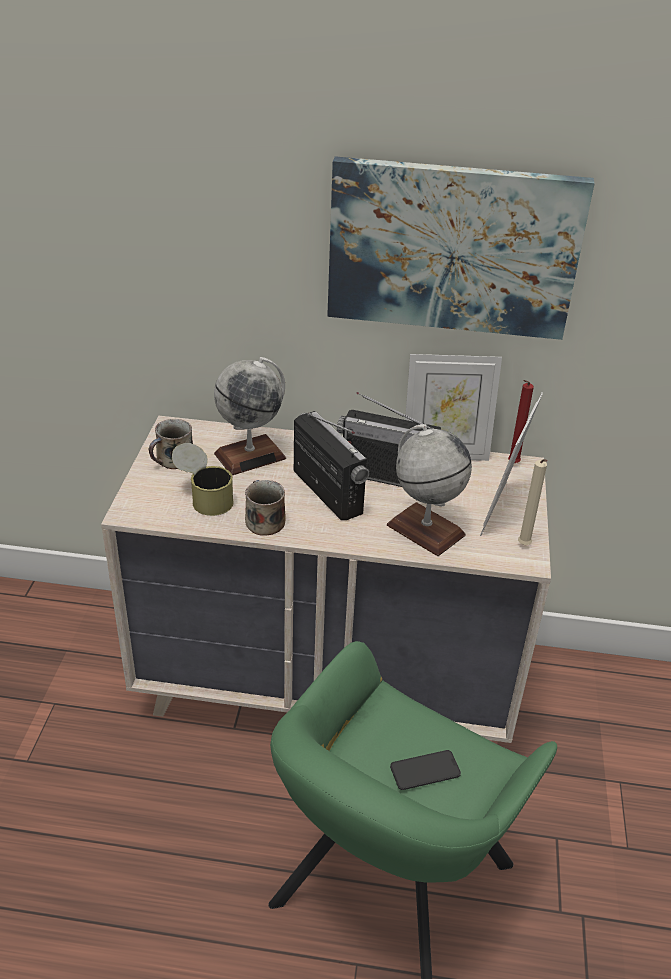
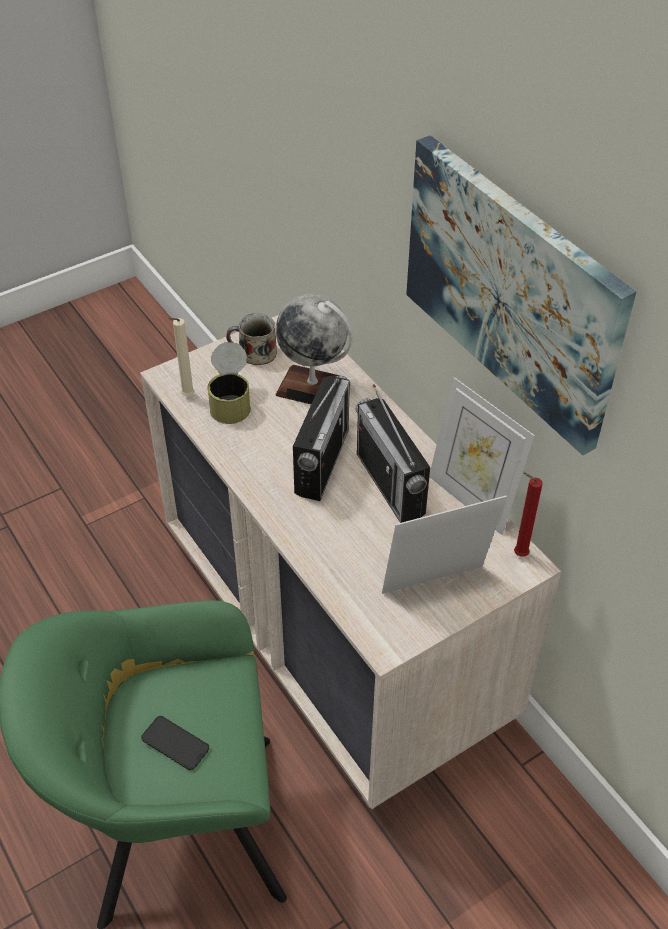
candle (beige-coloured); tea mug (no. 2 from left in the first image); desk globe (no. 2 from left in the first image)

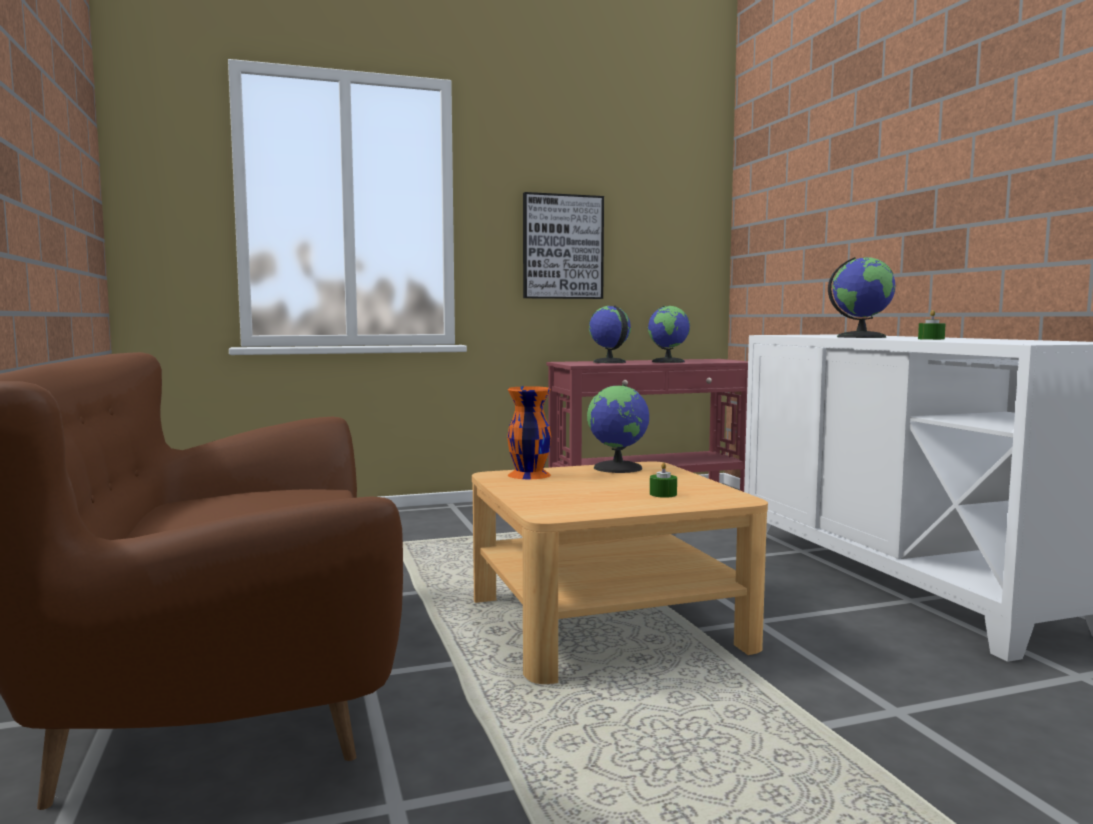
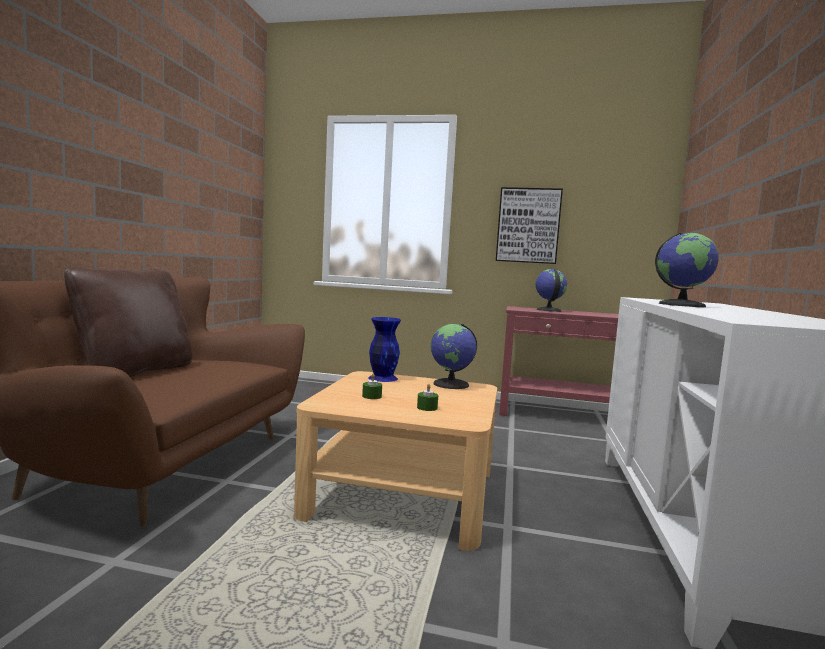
throw pillow (brown-coloured); candle (green) (no. 1 from left); vase (blue-coloured); desk globe (no. 3 from left in the first image)

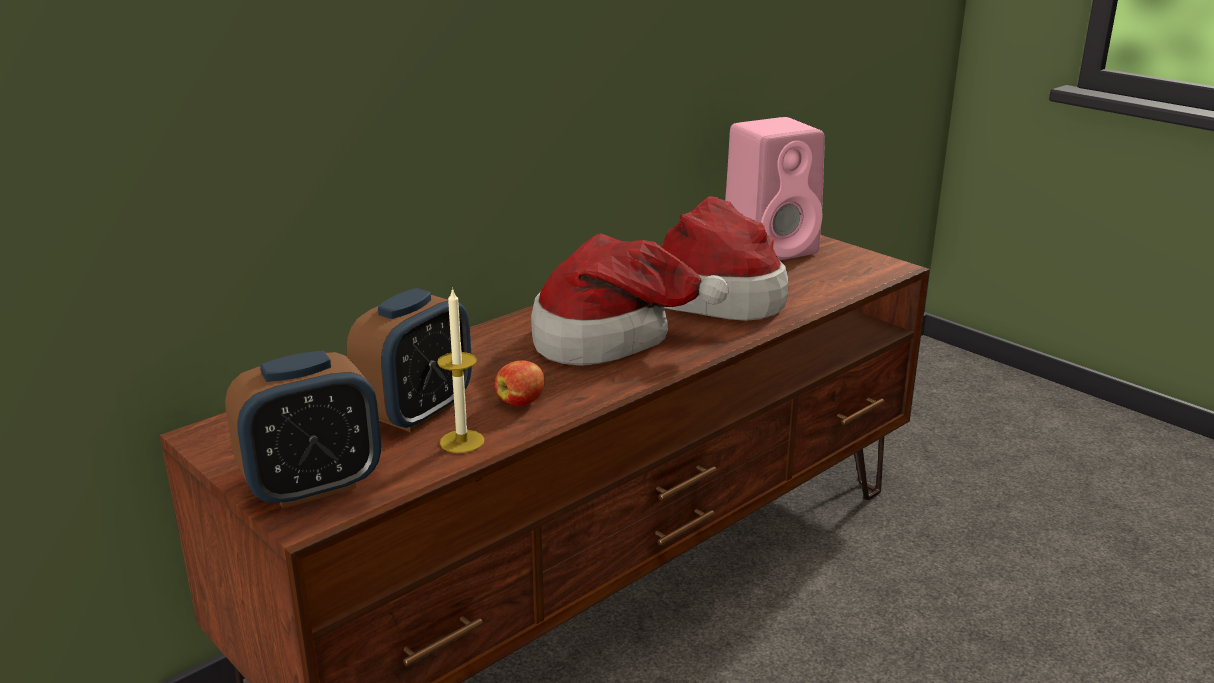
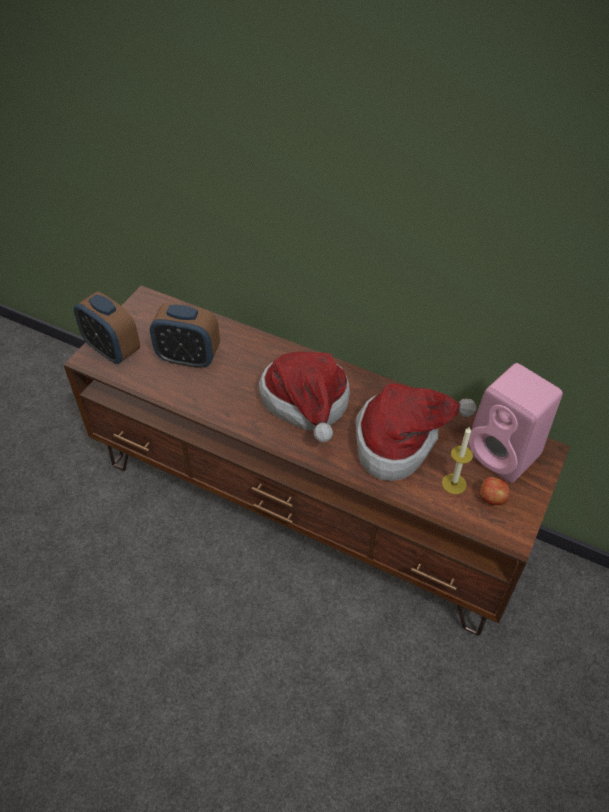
candle; whole apple

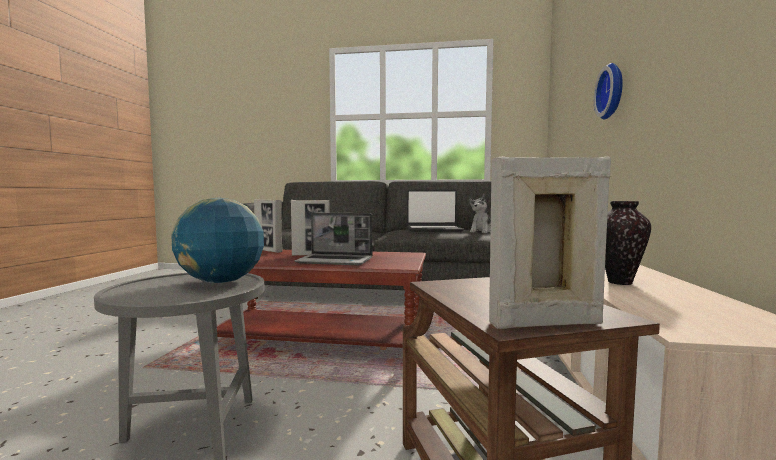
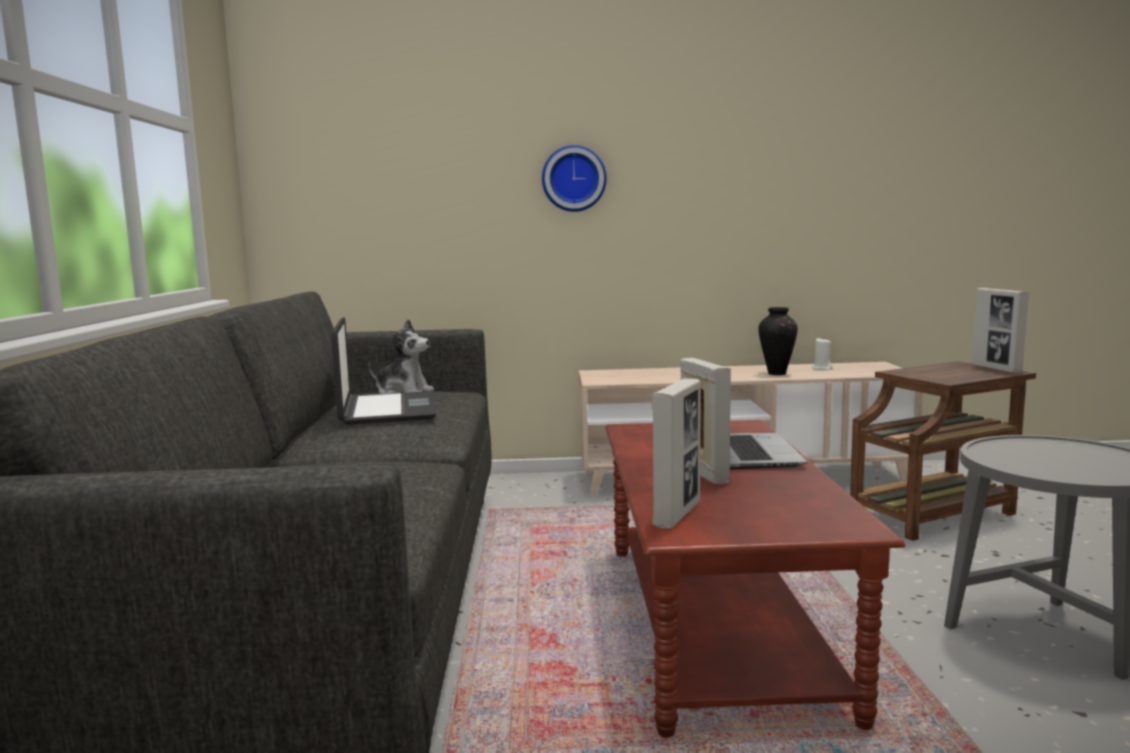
candle (white); desk globe

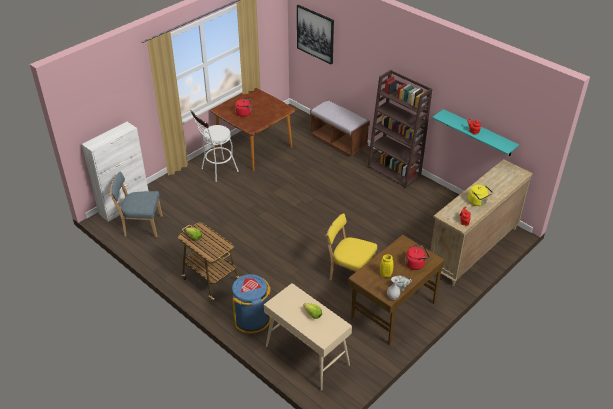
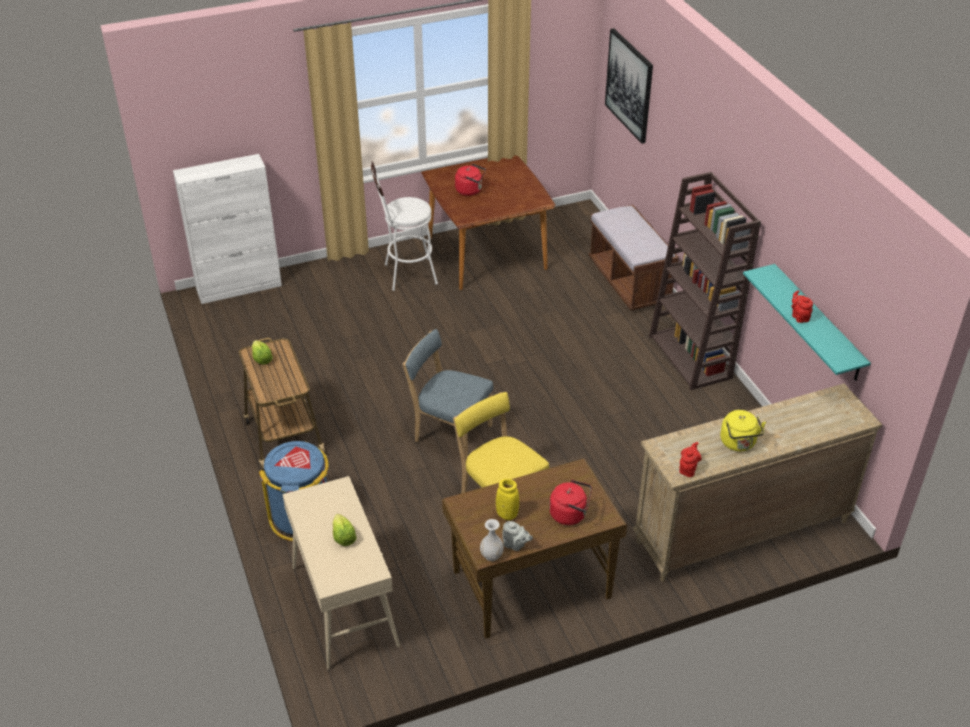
plain chair (blue-coloured)

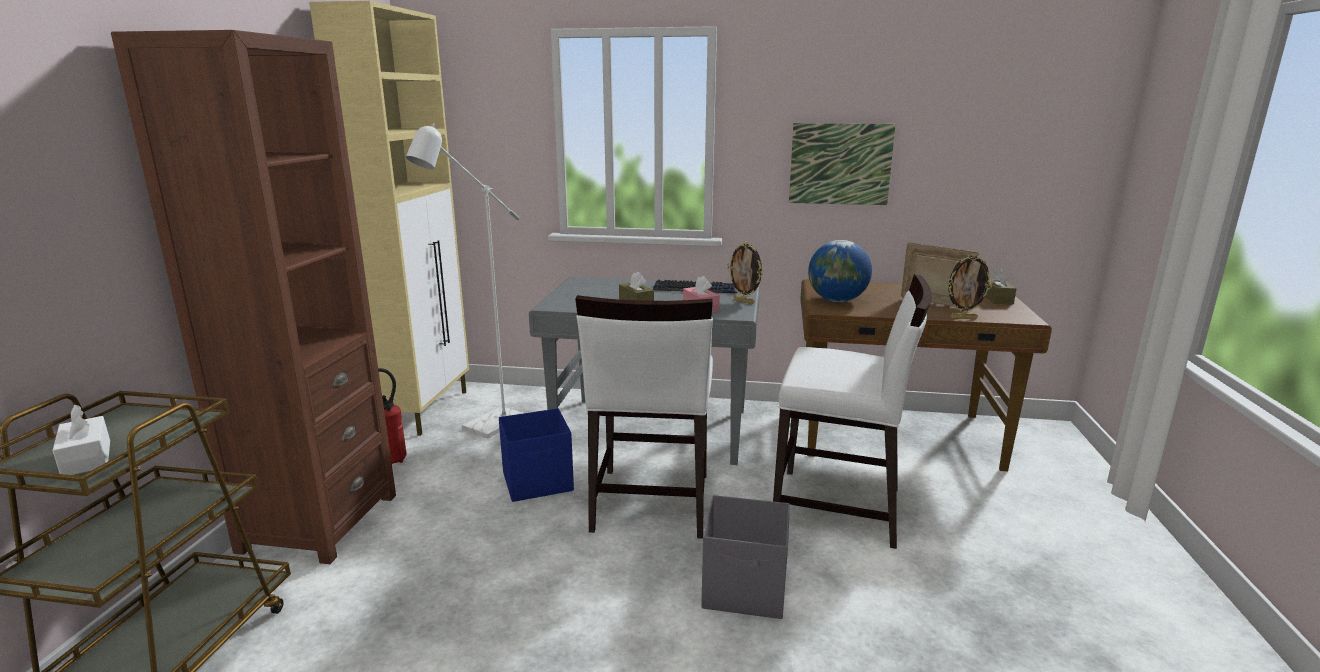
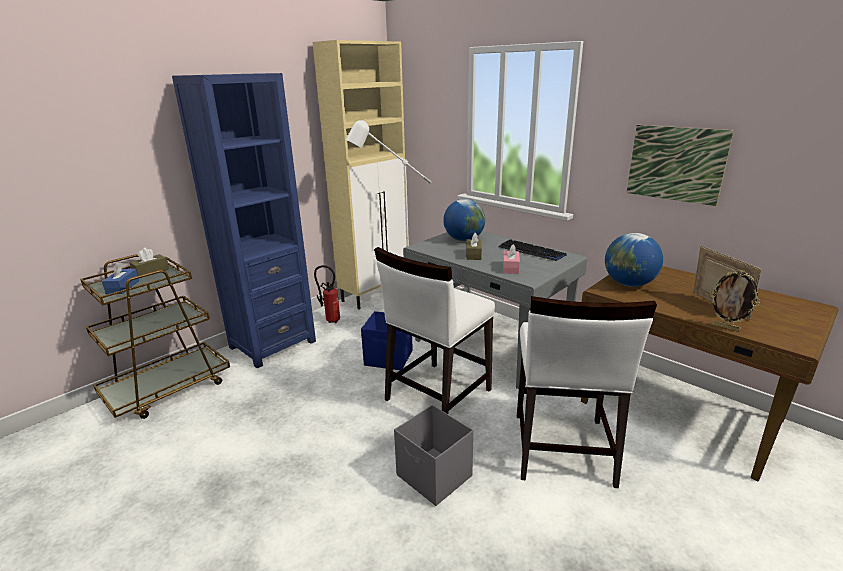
tissue holder (blue-coloured); tissue holder (brown-coloured) (no. 1 from left); shelving unit (blue-coloured); desk globe (no. 1 from left); plain chair (white) (no. 2 from left); photo frame (no. 1 from left in the first image)

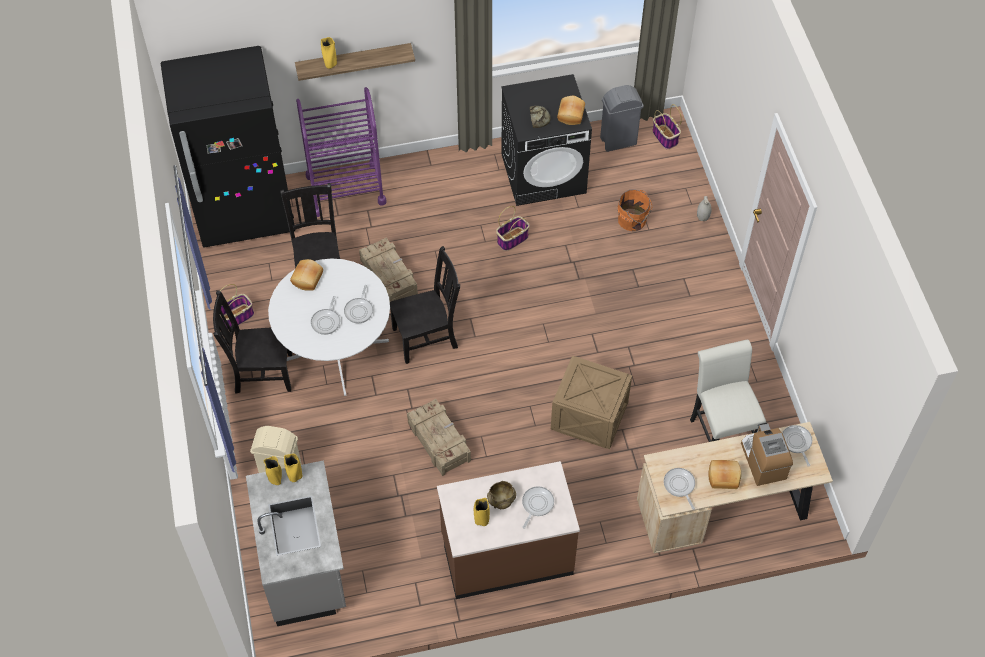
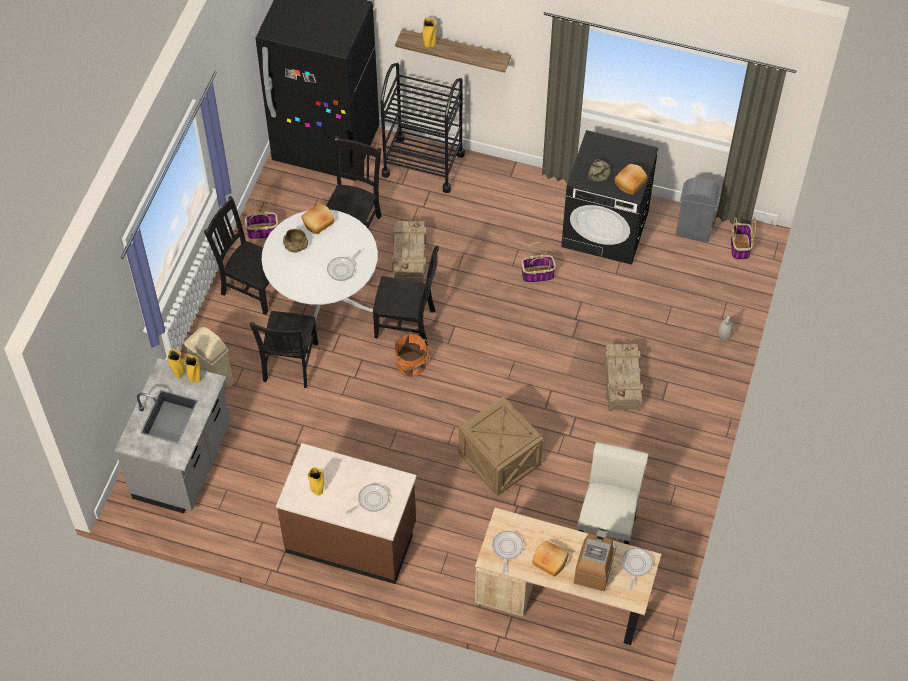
plain chair (blackish) (no. 2 from left); deep dish (beige-coloured); cart (blackish); water bucket (orange-coloured); crate (no. 3 from left); pan (no. 1 from left in the first image)

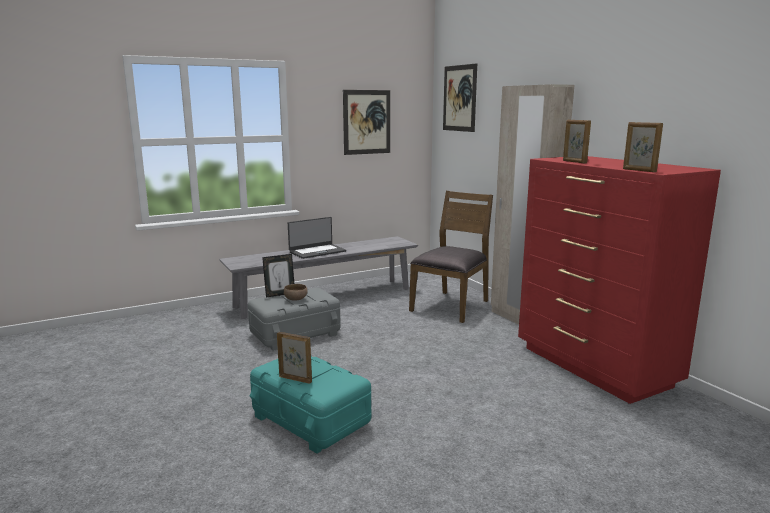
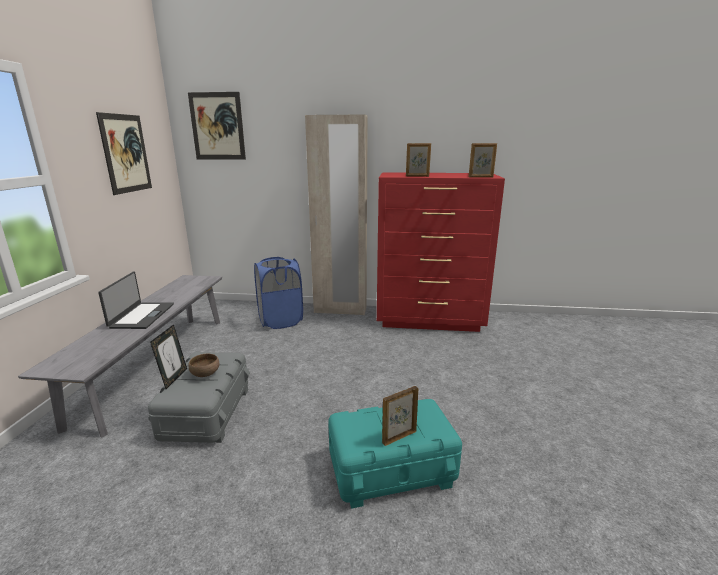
laundry basket (blue-coloured)

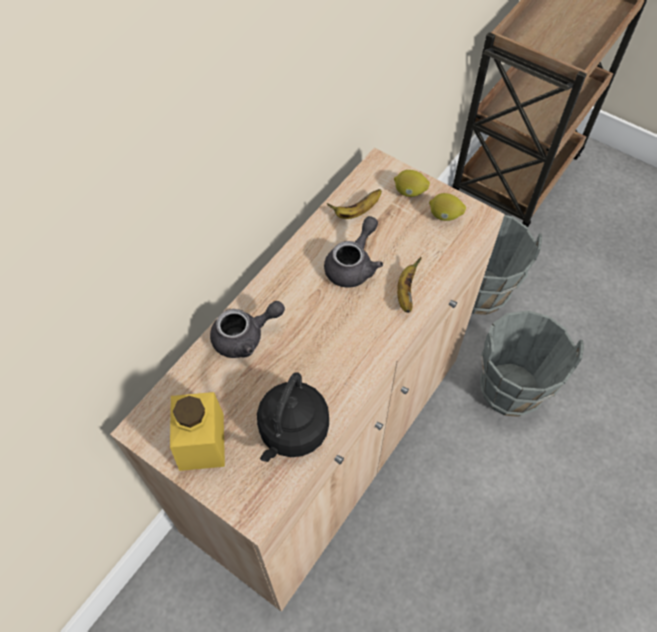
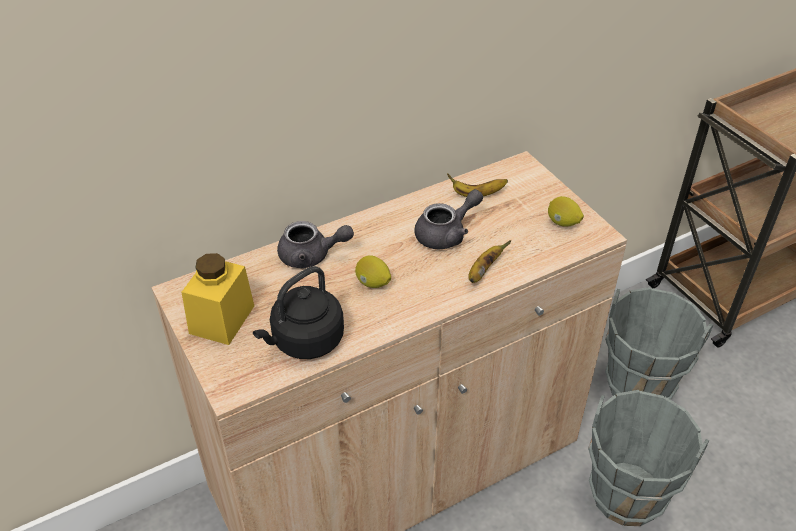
citrus fruit (no. 1 from left)

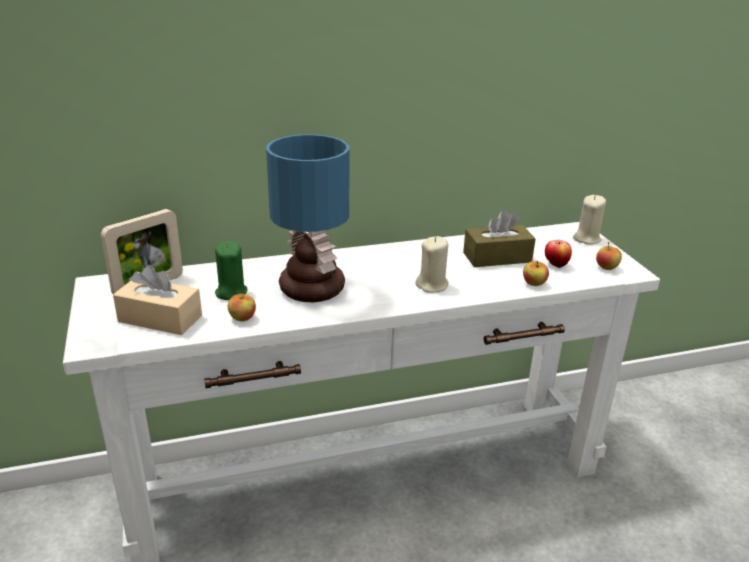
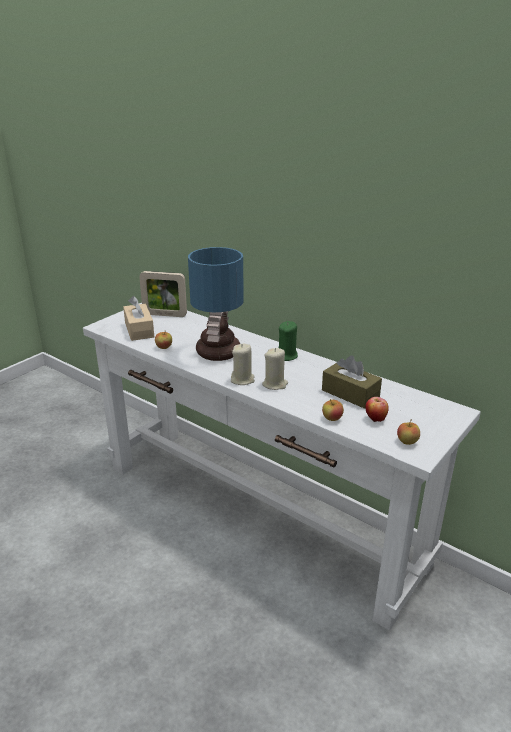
candle (beige-coloured) (no. 1 from left); candle (green)

